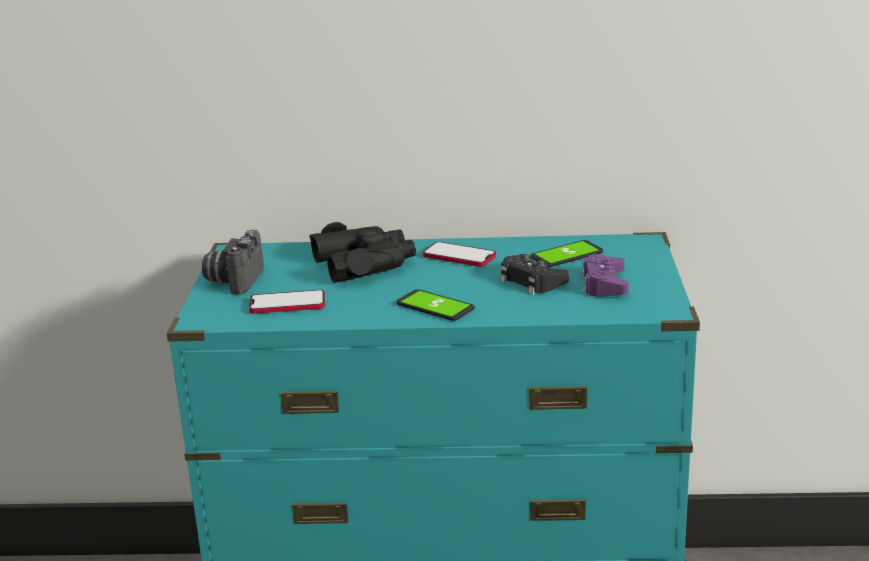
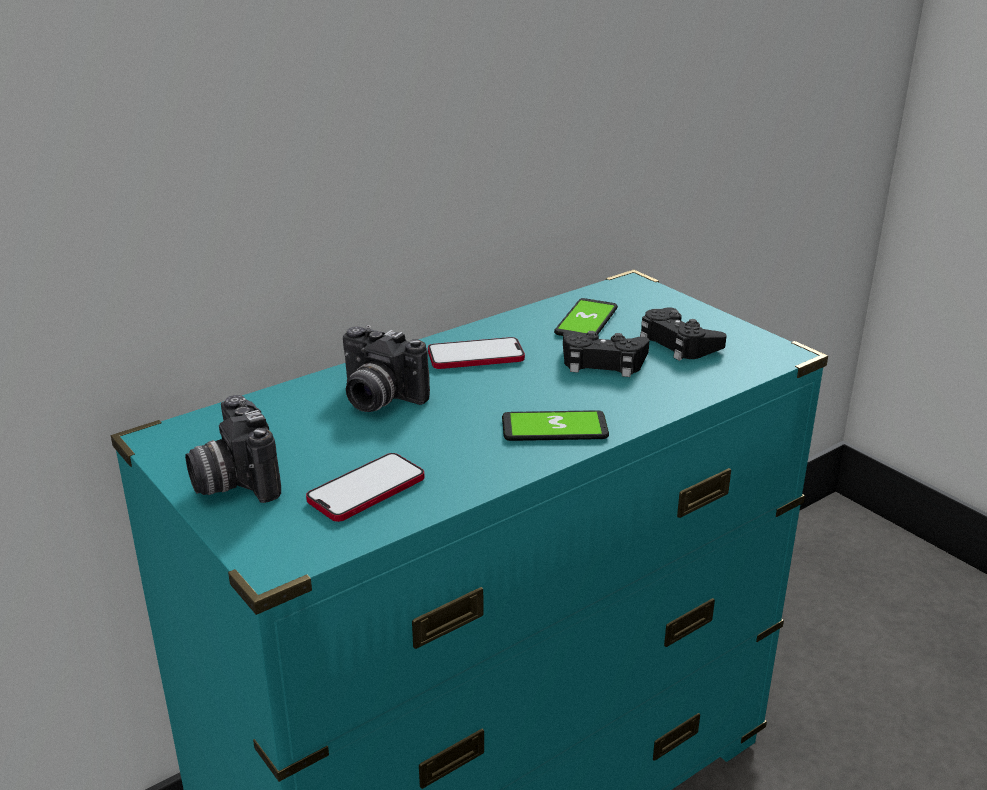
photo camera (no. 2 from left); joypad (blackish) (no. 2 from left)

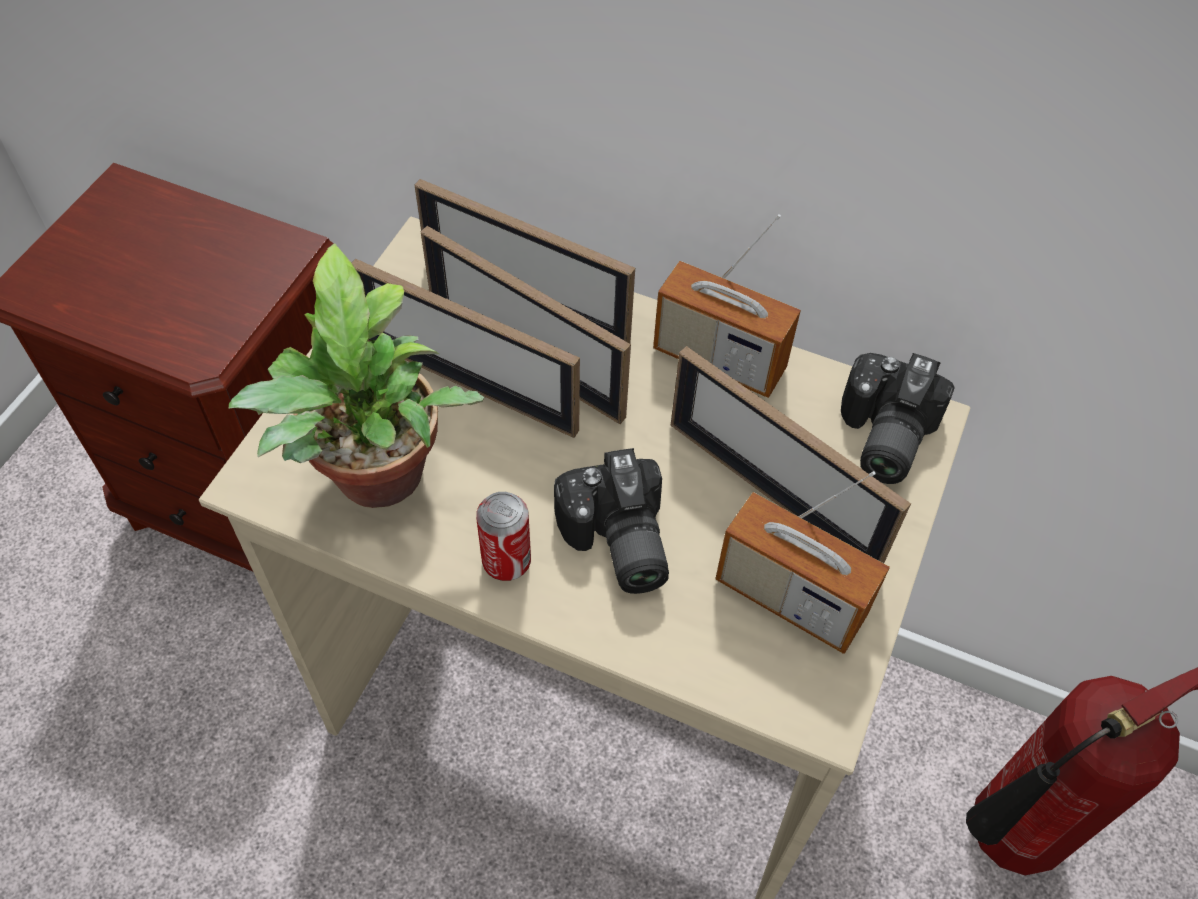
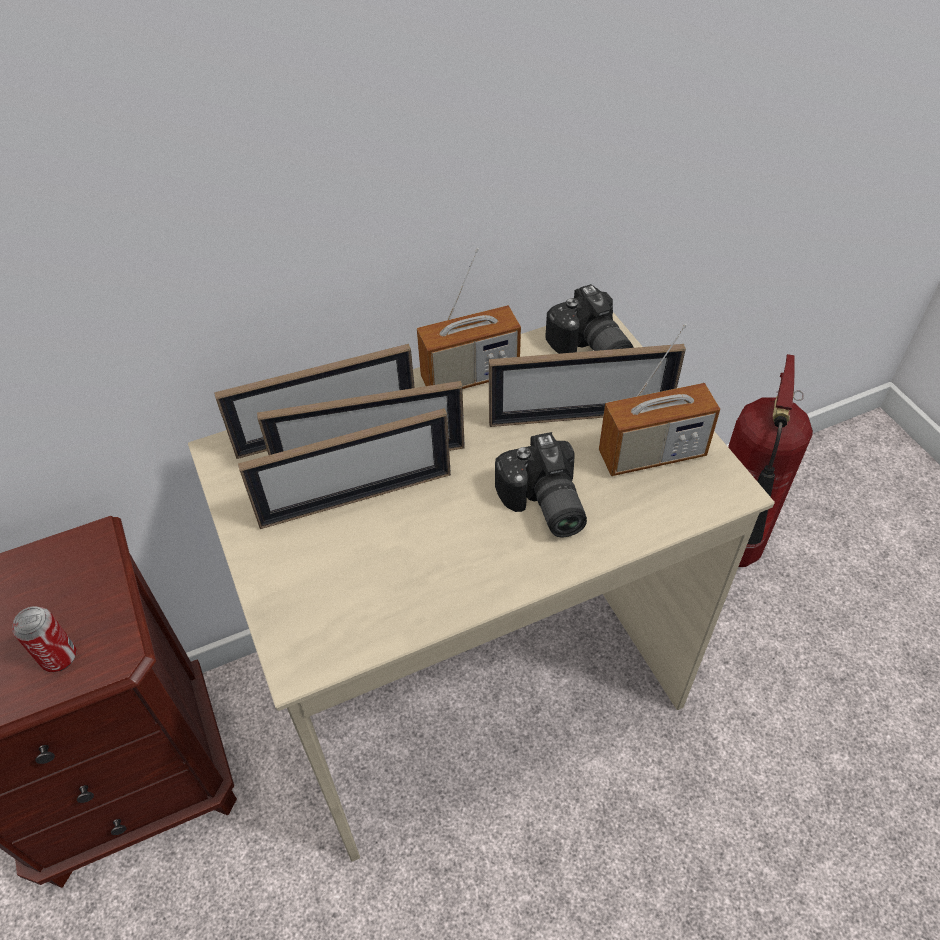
metal can; photo camera (no. 1 from left); plant in a pot

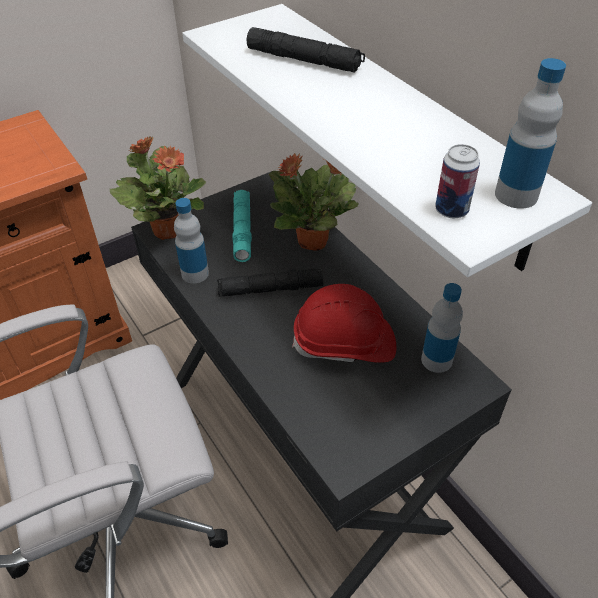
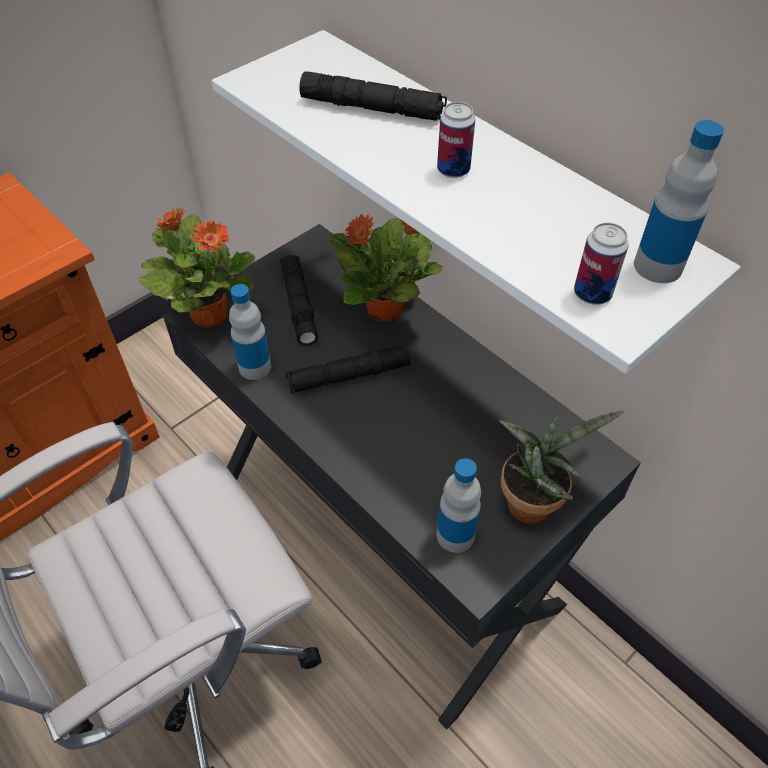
hand torch (blackish) (no. 1 from left); metal can (no. 1 from left); drink bottle (no. 2 from left); plant in a pot (no. 3 from left); hard hat (reddish)

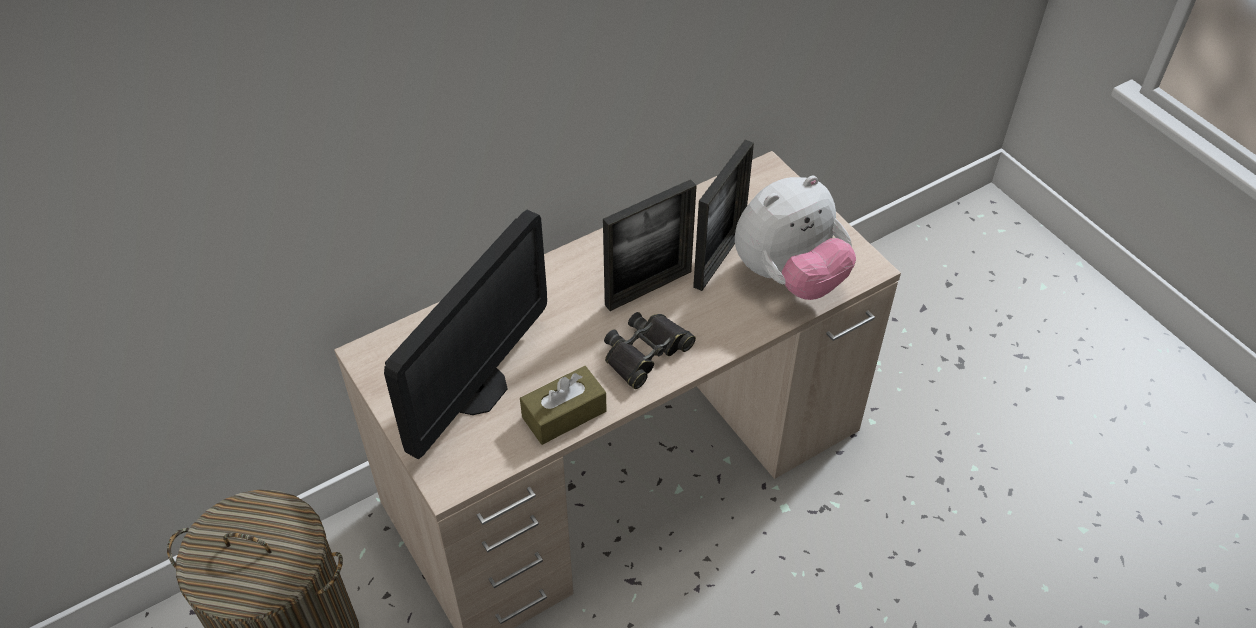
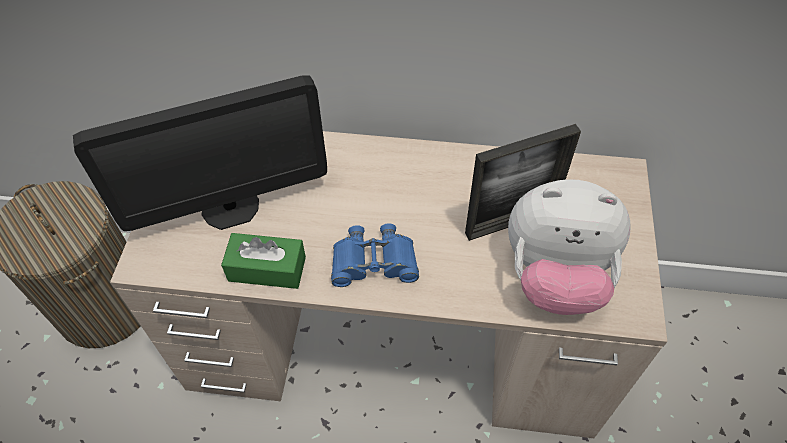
tissue holder (green); pair of binoculars (blue-coloured); photo frame (no. 1 from left in the first image)

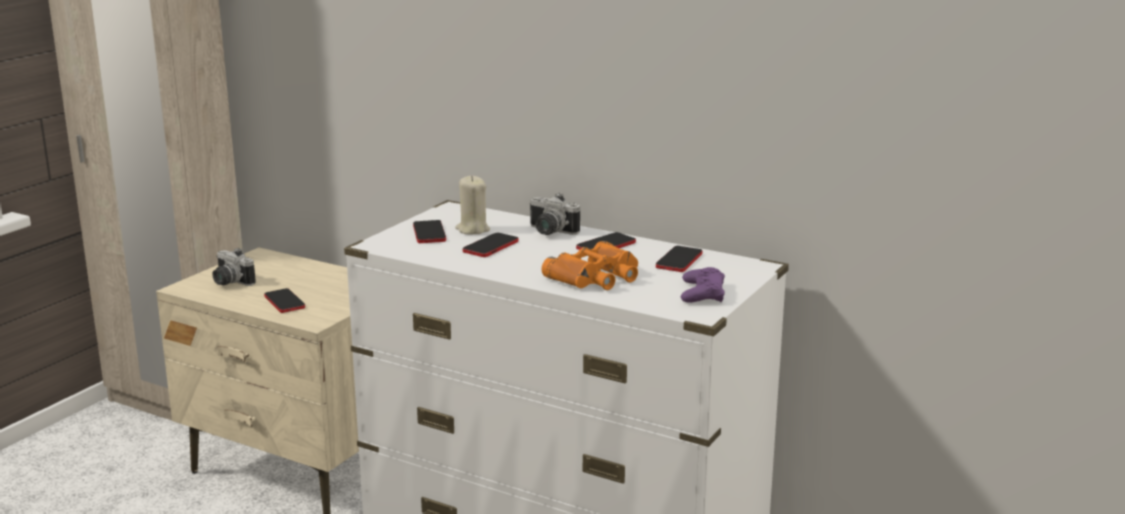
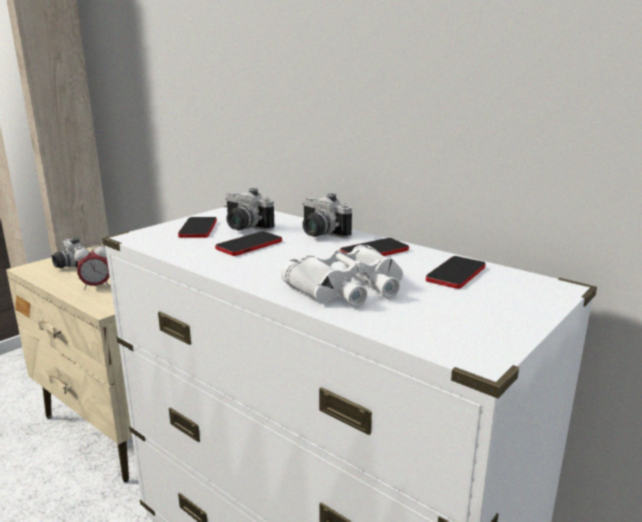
table clock; photo camera (no. 2 from left); pair of binoculars (white); joypad (purplish)

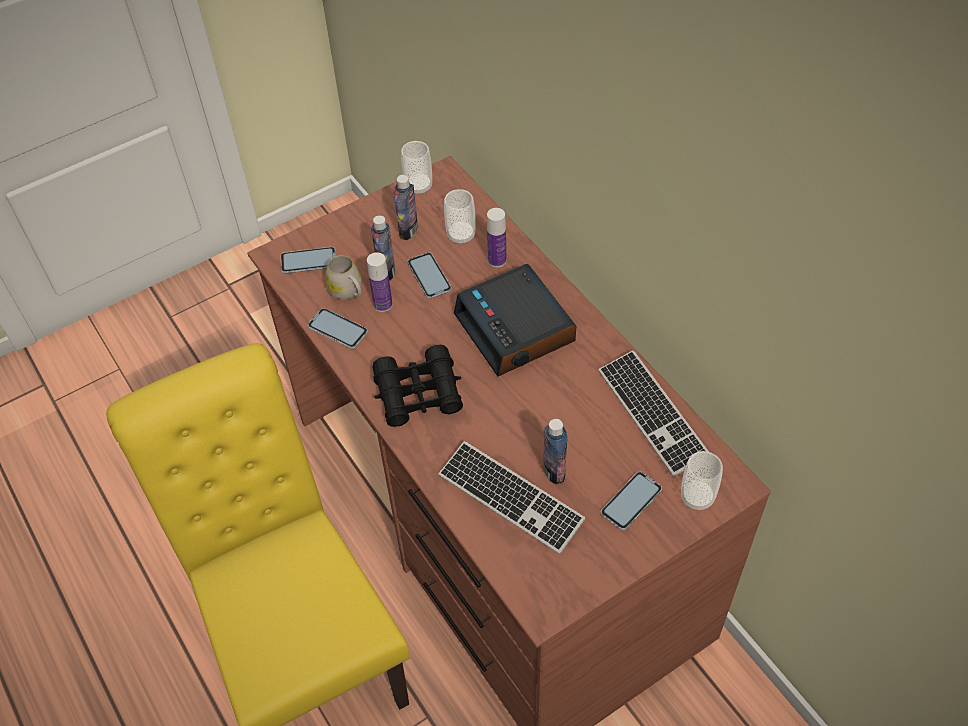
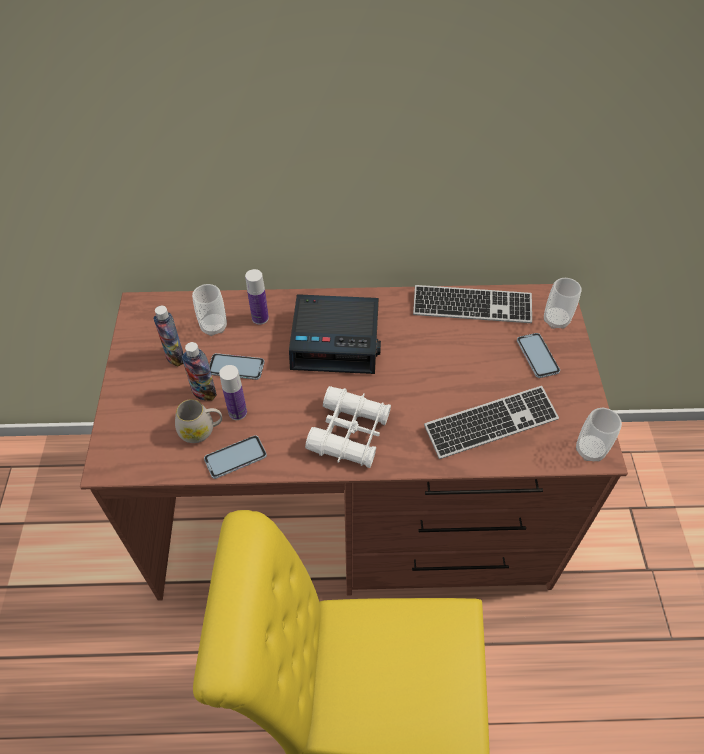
pair of binoculars (white); drinking cup (no. 3 from left); handset (no. 1 from left in the first image); drink bottle (no. 5 from left in the first image)

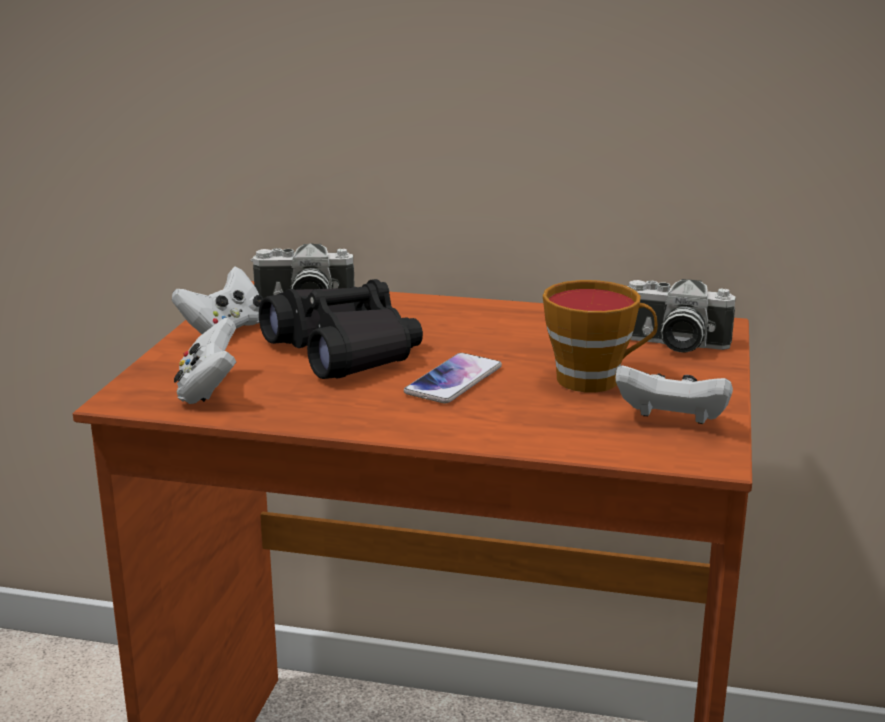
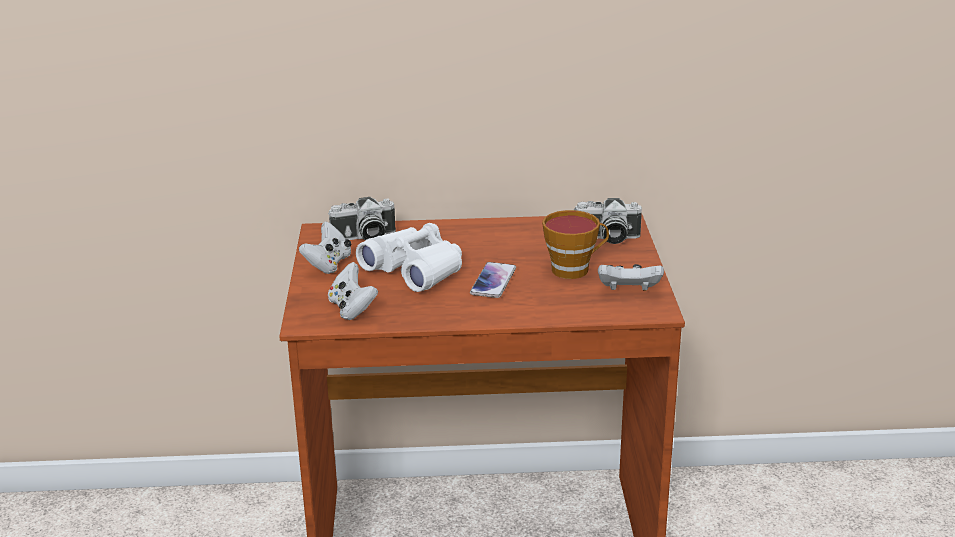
pair of binoculars (white)

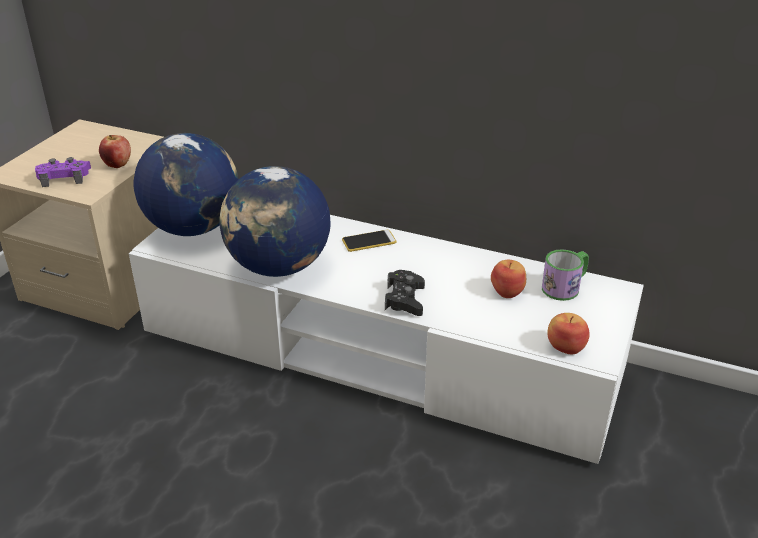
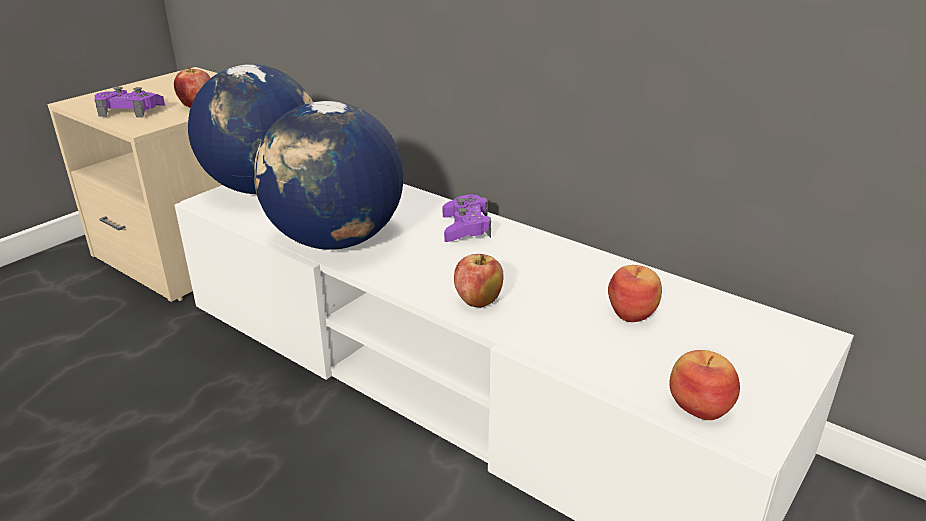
joypad (purplish) (no. 2 from left); whole apple (no. 2 from left); tea mug

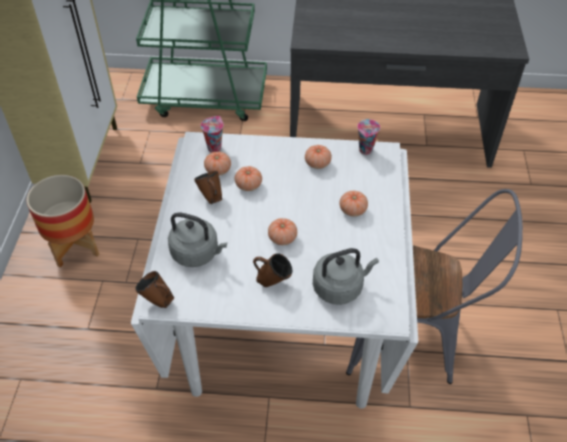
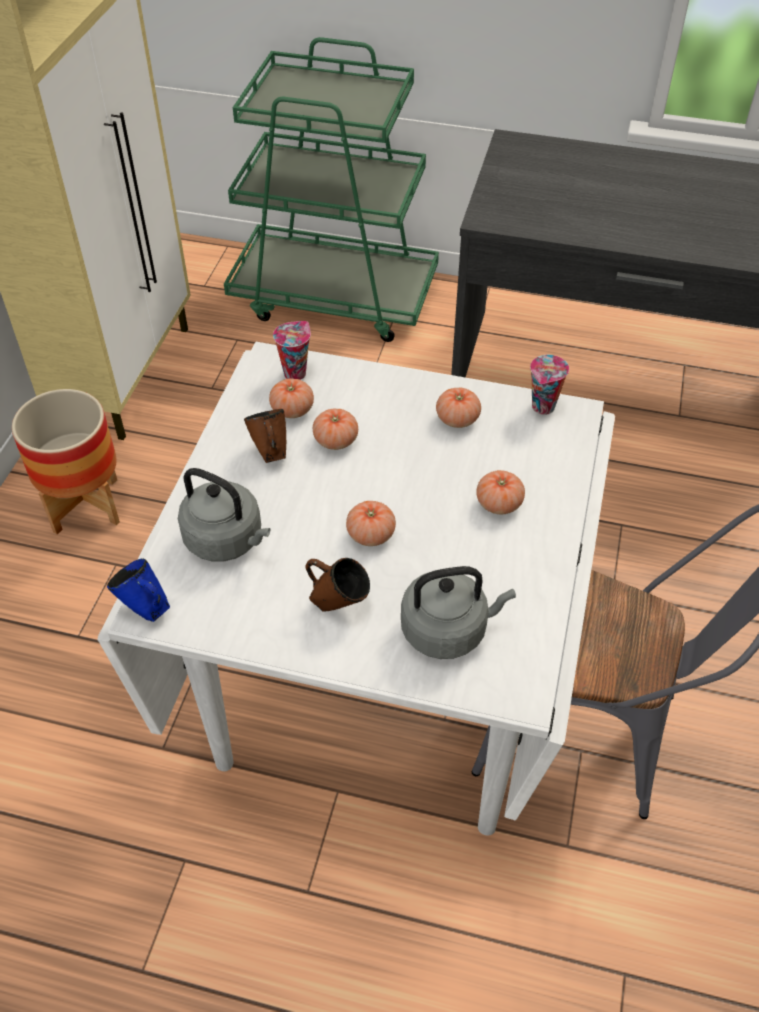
tea mug (blue-coloured)

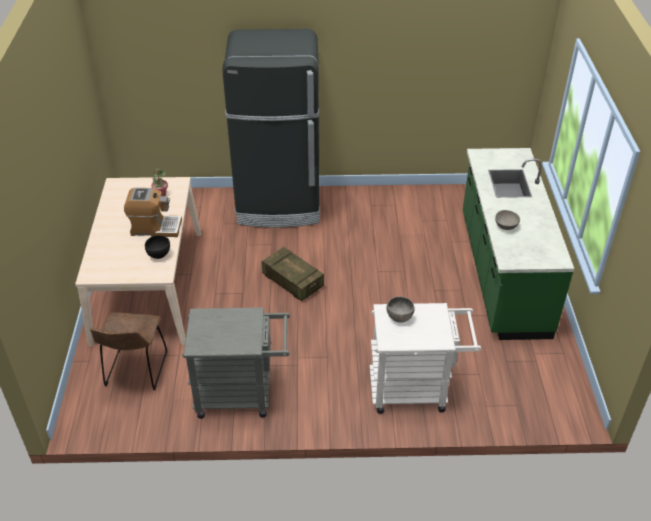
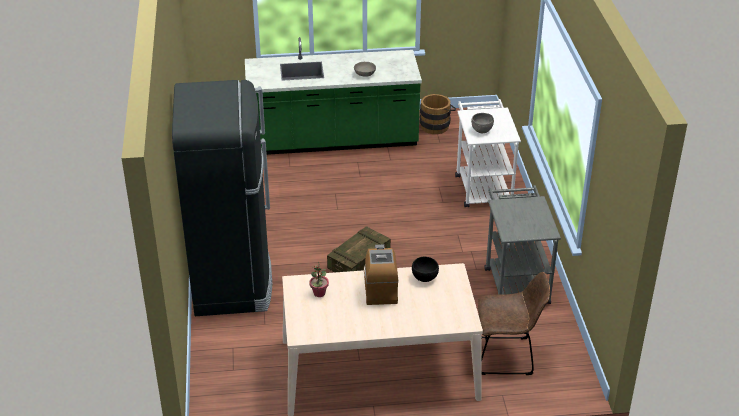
water bucket (brown-coloured)

